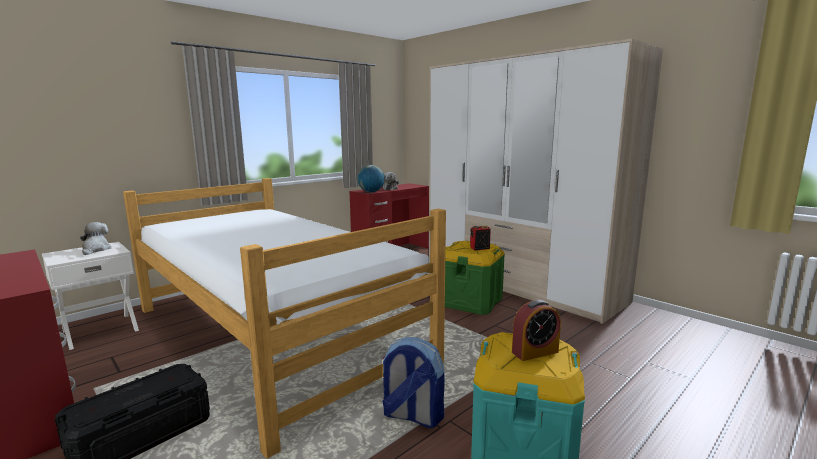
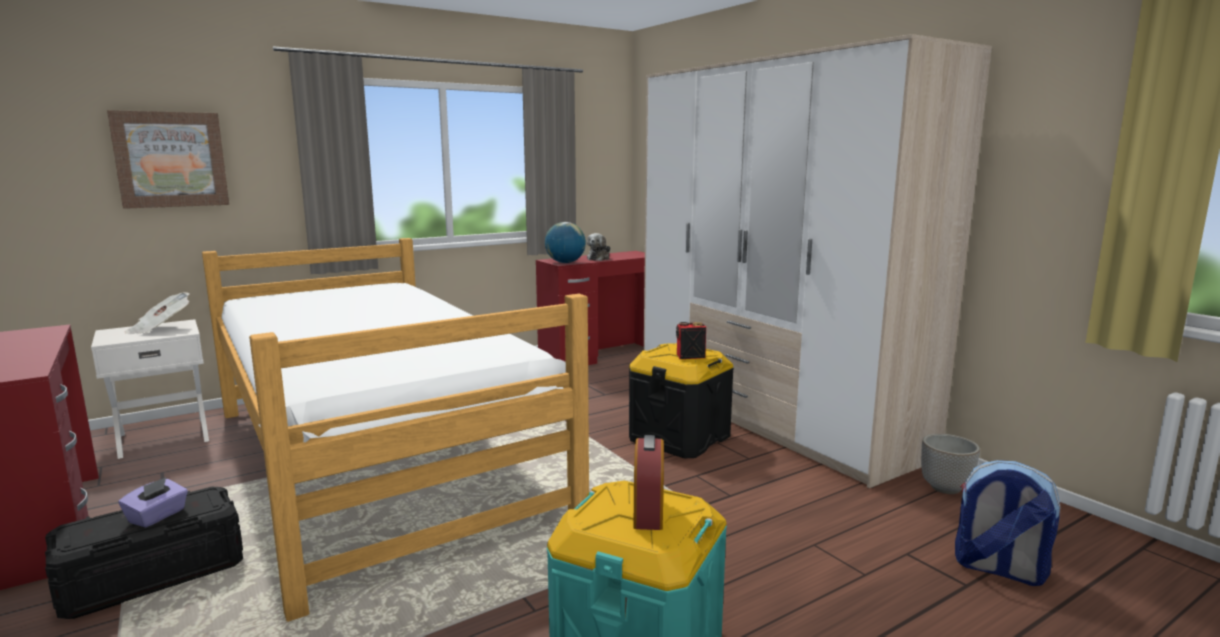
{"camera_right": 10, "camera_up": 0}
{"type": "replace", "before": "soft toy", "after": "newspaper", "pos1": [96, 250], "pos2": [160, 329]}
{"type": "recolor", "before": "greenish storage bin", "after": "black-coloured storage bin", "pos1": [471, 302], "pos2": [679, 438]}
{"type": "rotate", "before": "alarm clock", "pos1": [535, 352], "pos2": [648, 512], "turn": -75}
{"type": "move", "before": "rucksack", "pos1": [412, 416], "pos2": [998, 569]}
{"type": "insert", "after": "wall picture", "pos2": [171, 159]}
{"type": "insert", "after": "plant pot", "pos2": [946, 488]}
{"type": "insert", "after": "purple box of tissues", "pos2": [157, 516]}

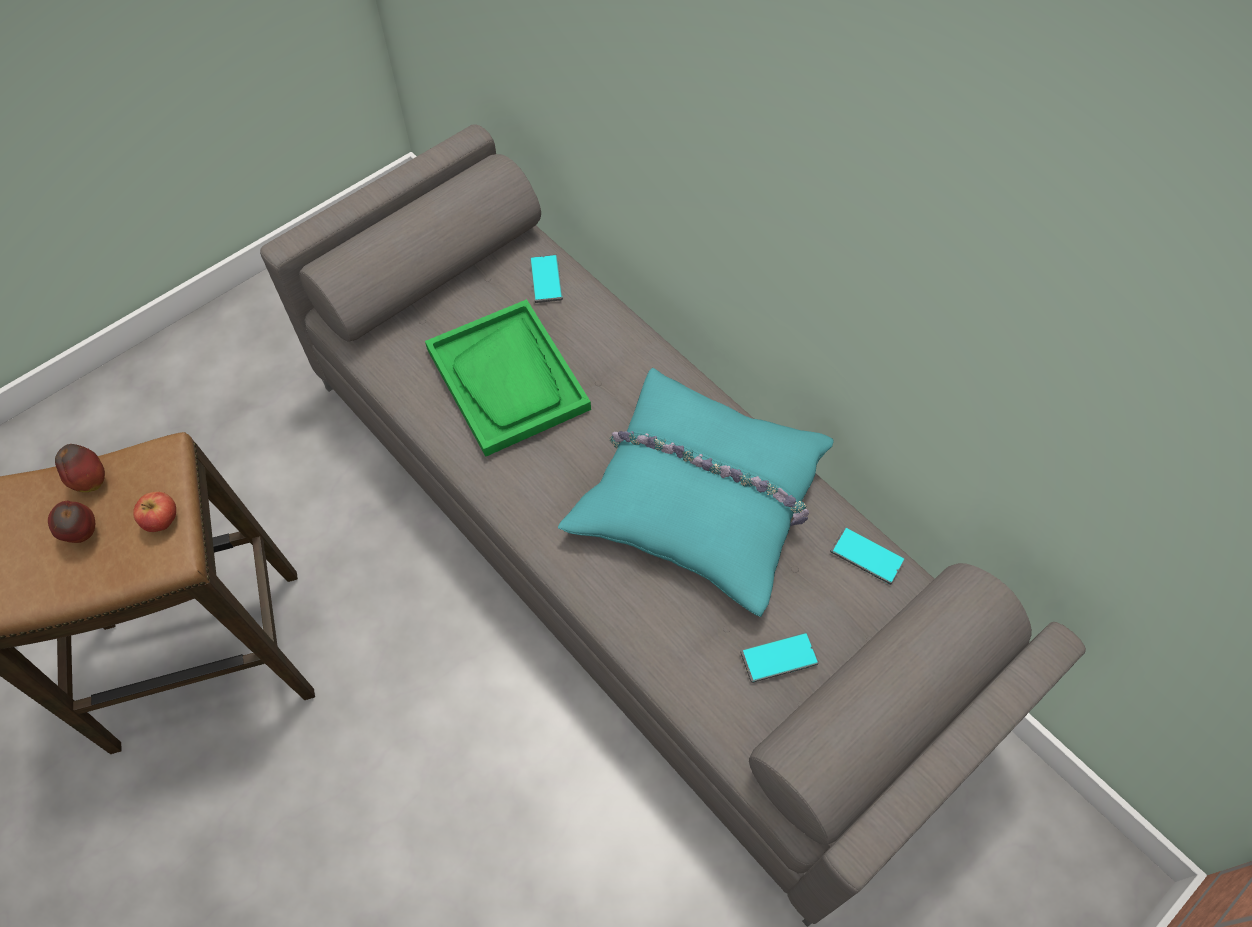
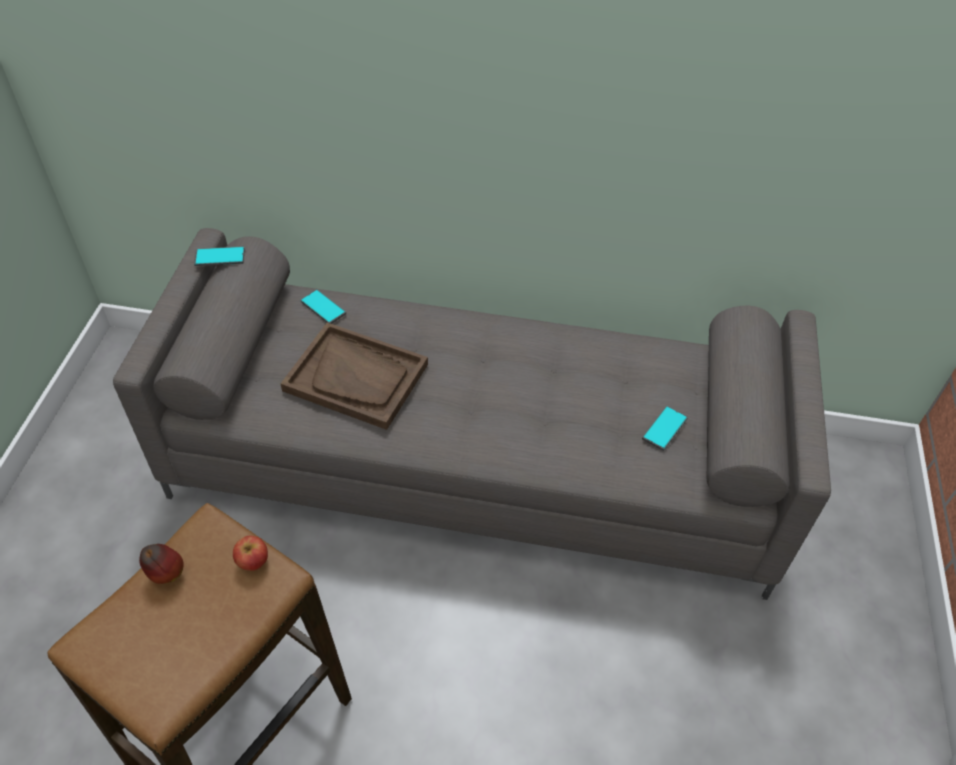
{"camera_right": -40, "camera_up": -10}
{"type": "recolor", "before": "greenish serving tray", "after": "brown serving tray", "pos1": [508, 379], "pos2": [356, 377]}
{"type": "delete", "before": "blue-green cushion", "pos1": [700, 497]}
{"type": "delete", "before": "apple", "pos1": [83, 534]}
{"type": "move", "before": "handset", "pos1": [867, 556], "pos2": [219, 257]}

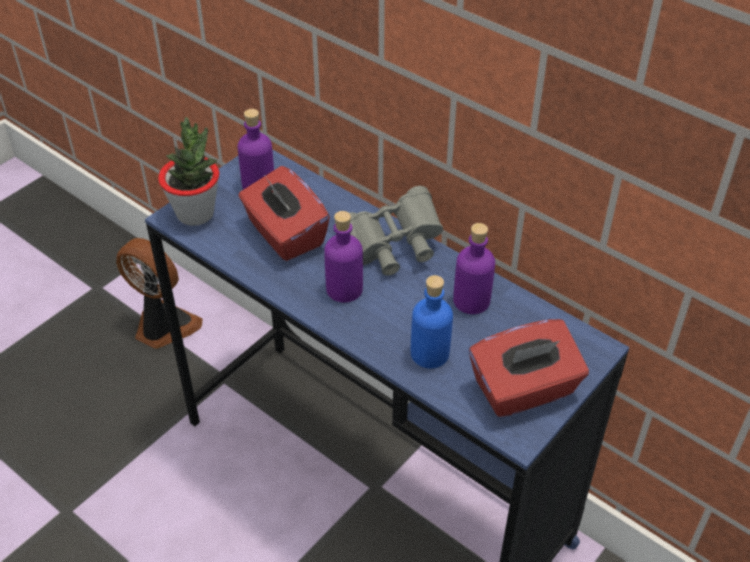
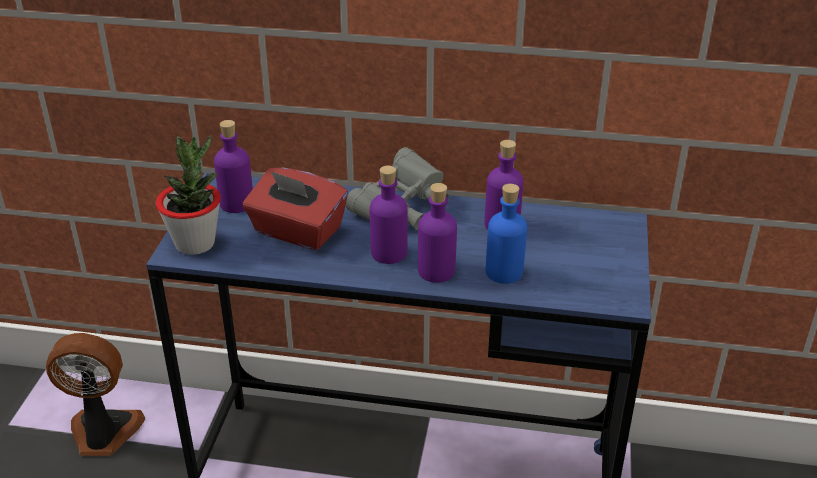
{"camera_right": -30, "camera_up": -10}
{"type": "delete", "before": "red box of tissues", "pos1": [524, 390]}
{"type": "insert", "after": "purple drink bottle", "pos2": [436, 271]}

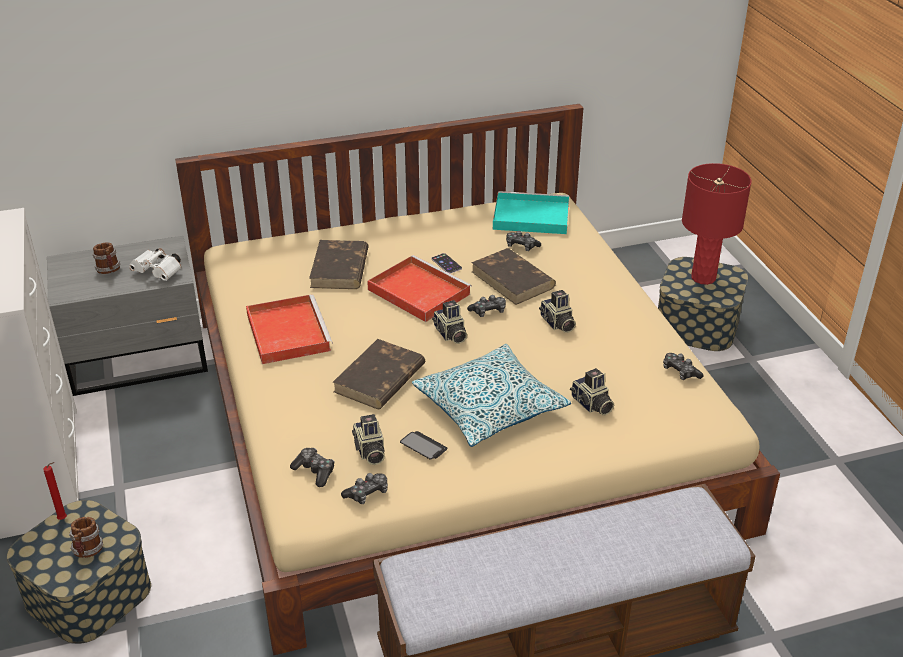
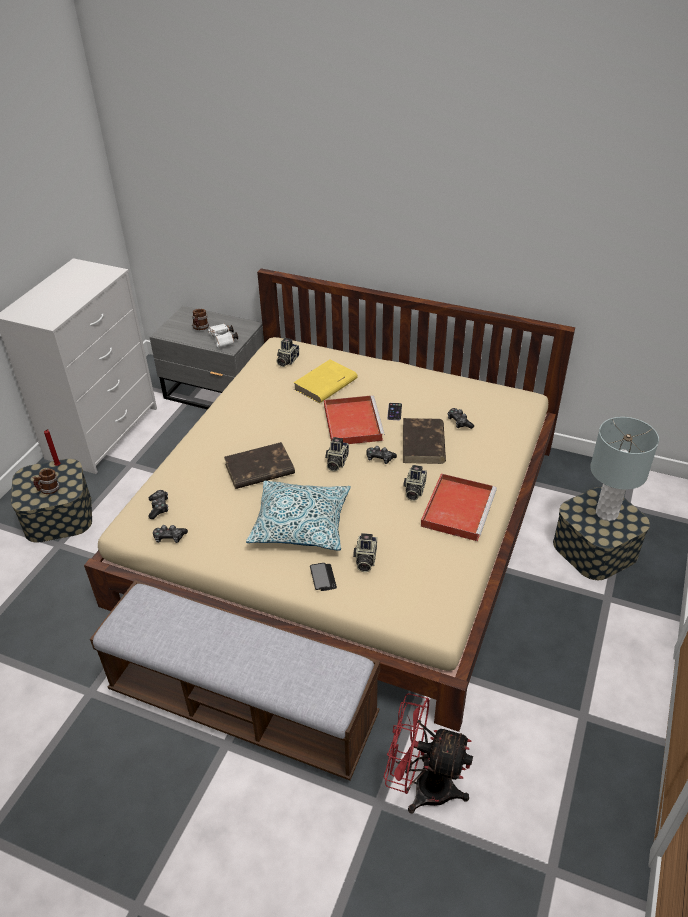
{"camera_right": 40, "camera_up": 5}
{"type": "recolor", "before": "red table lamp", "after": "gray table lamp", "pos1": [703, 277], "pos2": [607, 513]}
{"type": "delete", "before": "blue-green serving tray", "pos1": [529, 216]}
{"type": "recolor", "before": "brown volume", "after": "yellowish volume", "pos1": [339, 269], "pos2": [325, 384]}
{"type": "move", "before": "red serving tray", "pos1": [287, 331], "pos2": [458, 508]}
{"type": "delete", "before": "joypad", "pos1": [680, 372]}
{"type": "move", "before": "still camera", "pos1": [369, 451], "pos2": [287, 360]}
{"type": "move", "before": "handset", "pos1": [423, 446], "pos2": [323, 577]}
{"type": "insert", "after": "red electric fan", "pos2": [422, 785]}

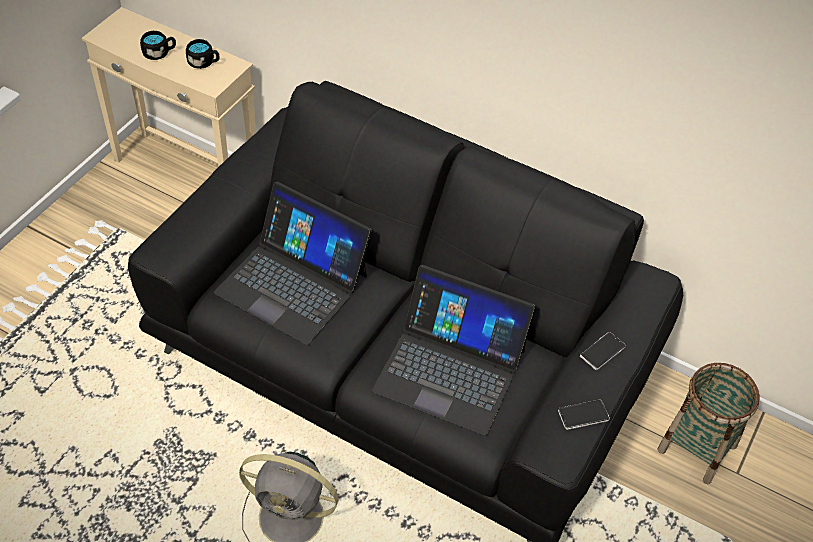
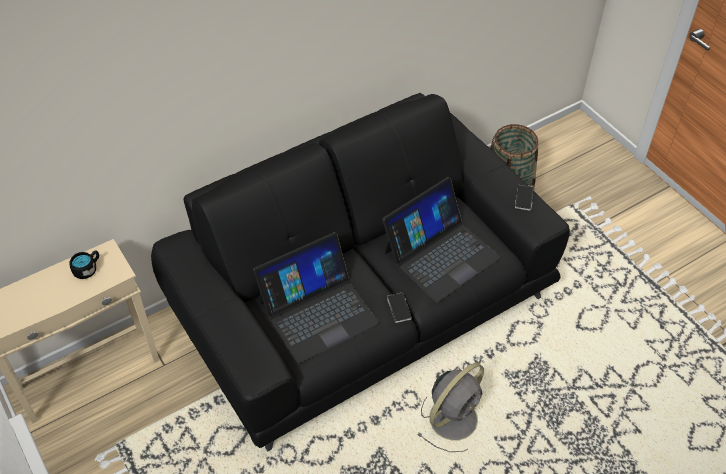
{"camera_right": -60, "camera_up": 0}
{"type": "delete", "before": "black-coloured mug", "pos1": [159, 53]}
{"type": "move", "before": "handset", "pos1": [602, 351], "pos2": [399, 308]}

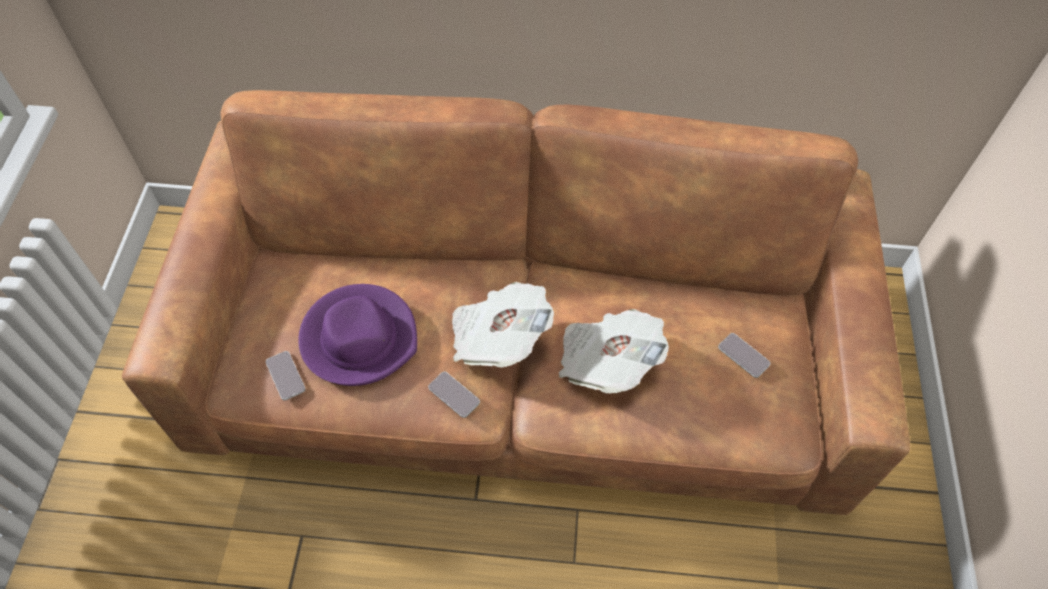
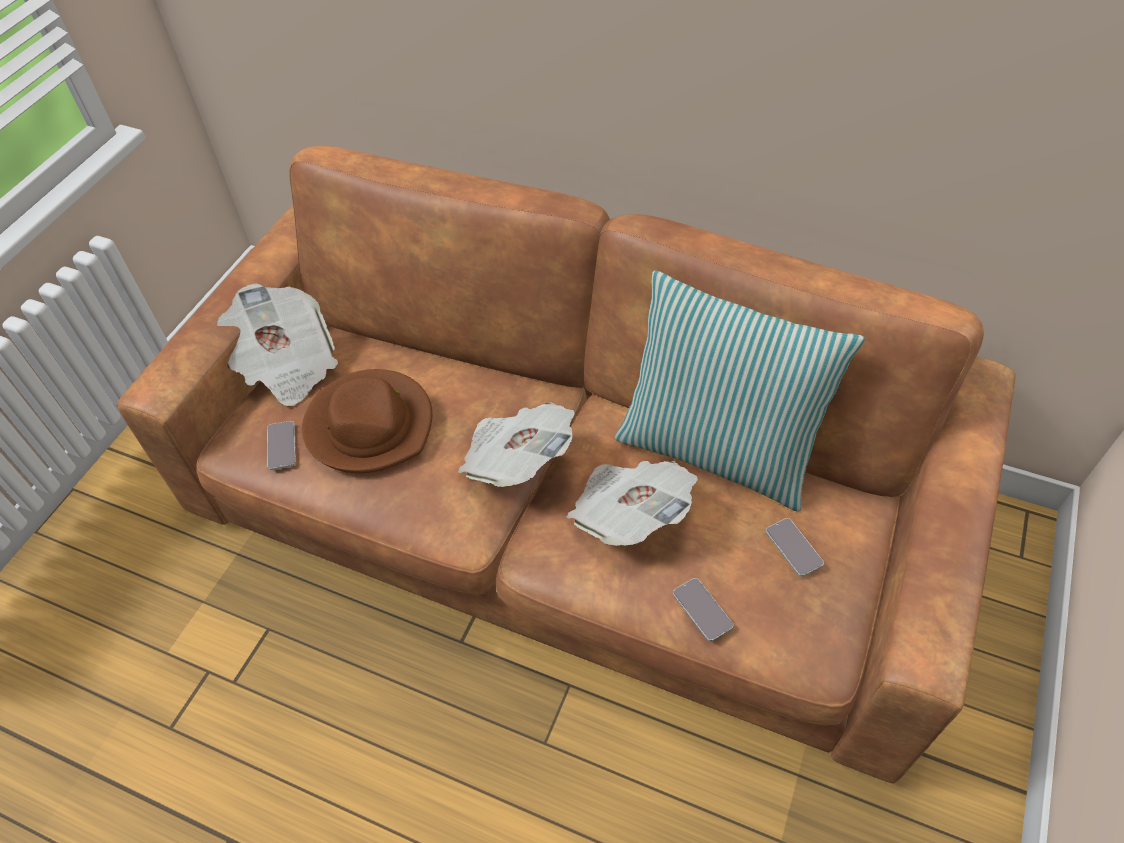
{"camera_right": 20, "camera_up": -5}
{"type": "recolor", "before": "purple hat", "after": "brown hat", "pos1": [359, 337], "pos2": [370, 425]}
{"type": "move", "before": "handset", "pos1": [454, 395], "pos2": [702, 610]}
{"type": "insert", "after": "cushion", "pos2": [717, 450]}
{"type": "insert", "after": "newspaper", "pos2": [286, 364]}

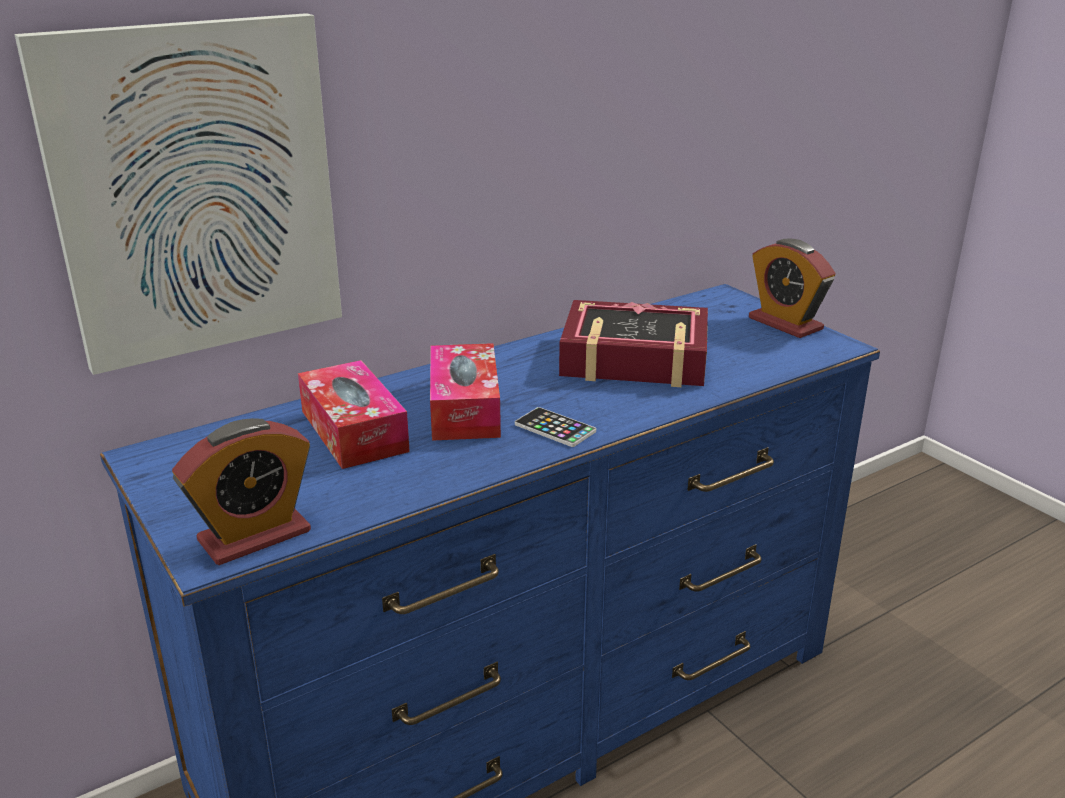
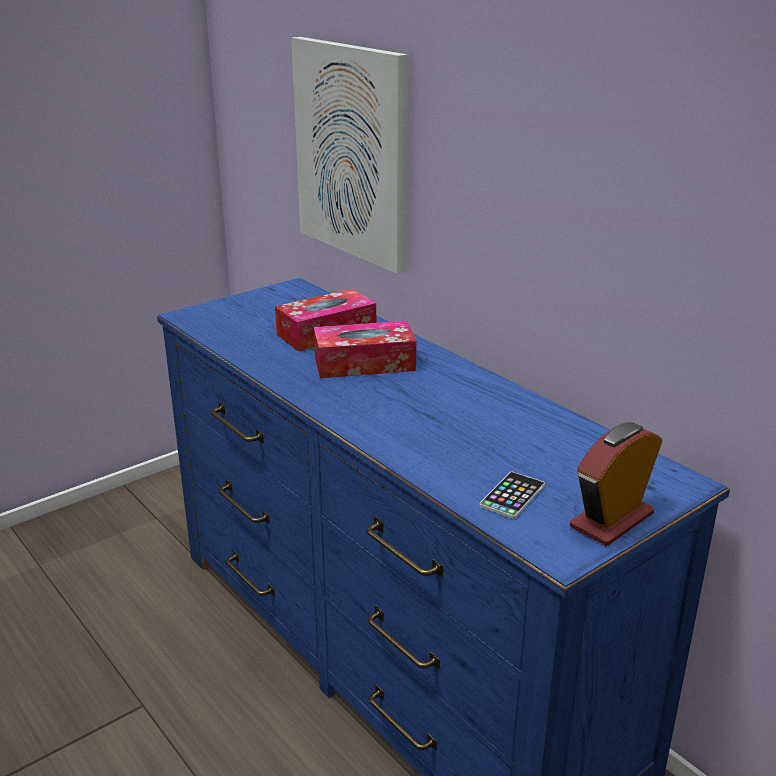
{"camera_right": 85, "camera_up": 0}
{"type": "delete", "before": "volume", "pos1": [634, 359]}
{"type": "move", "before": "handset", "pos1": [555, 428], "pos2": [512, 496]}
{"type": "delete", "before": "alarm clock", "pos1": [254, 536]}

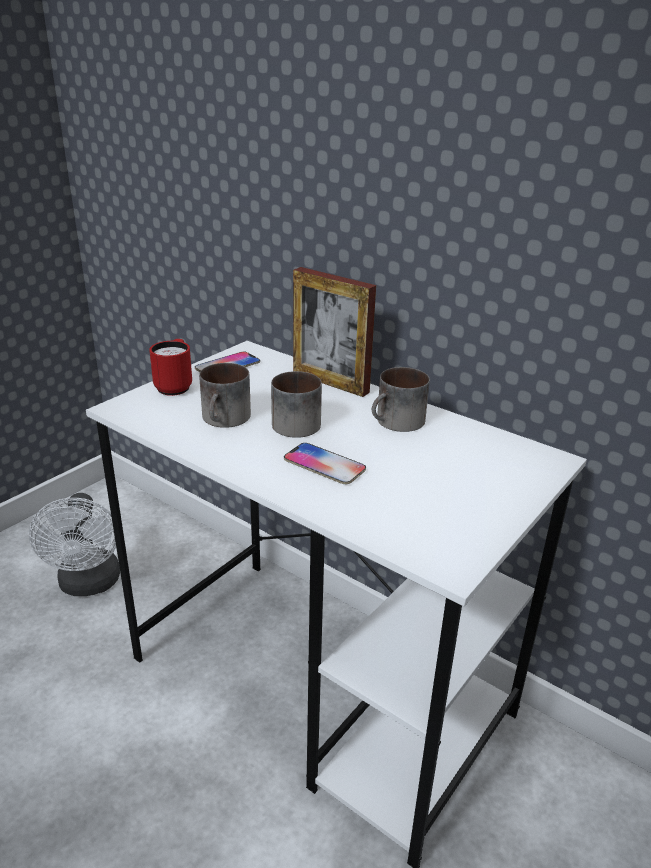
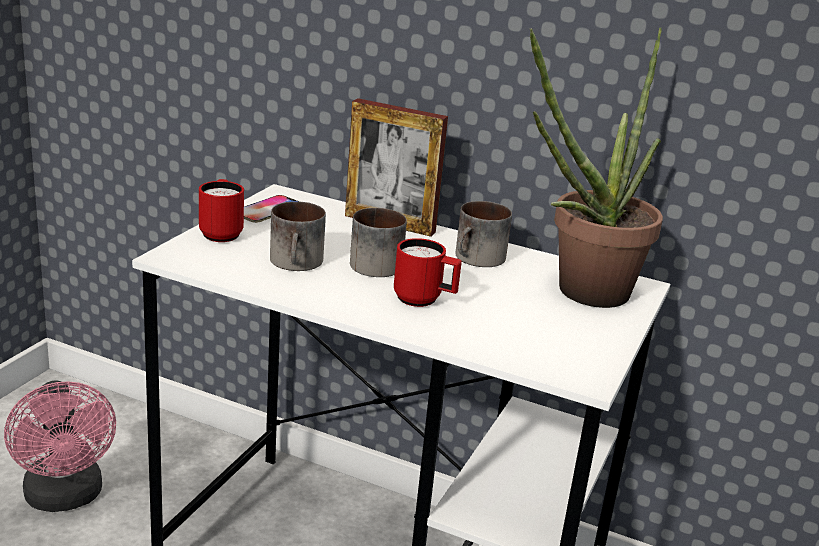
{"camera_right": -15, "camera_up": -5}
{"type": "replace", "before": "handset", "after": "red mug", "pos1": [324, 464], "pos2": [424, 300]}
{"type": "recolor", "before": "white electric fan", "after": "pink-coloured electric fan", "pos1": [89, 585], "pos2": [65, 498]}
{"type": "insert", "after": "potted plant", "pos2": [580, 294]}

